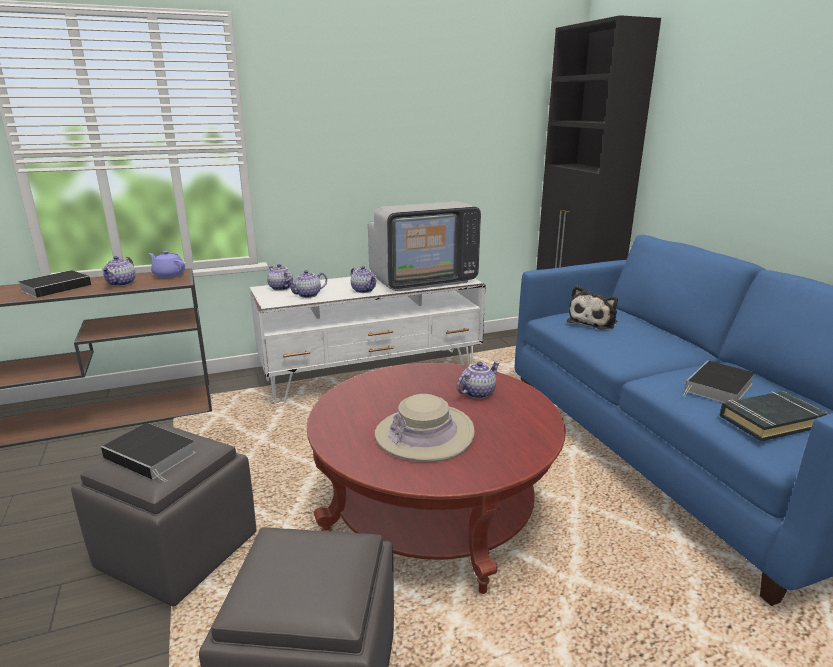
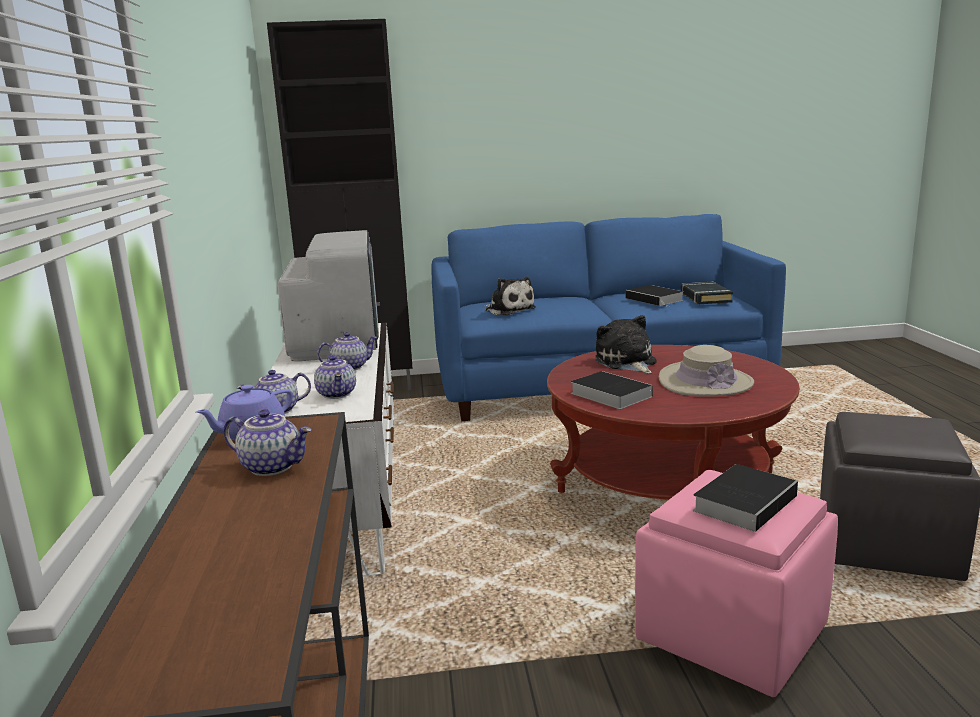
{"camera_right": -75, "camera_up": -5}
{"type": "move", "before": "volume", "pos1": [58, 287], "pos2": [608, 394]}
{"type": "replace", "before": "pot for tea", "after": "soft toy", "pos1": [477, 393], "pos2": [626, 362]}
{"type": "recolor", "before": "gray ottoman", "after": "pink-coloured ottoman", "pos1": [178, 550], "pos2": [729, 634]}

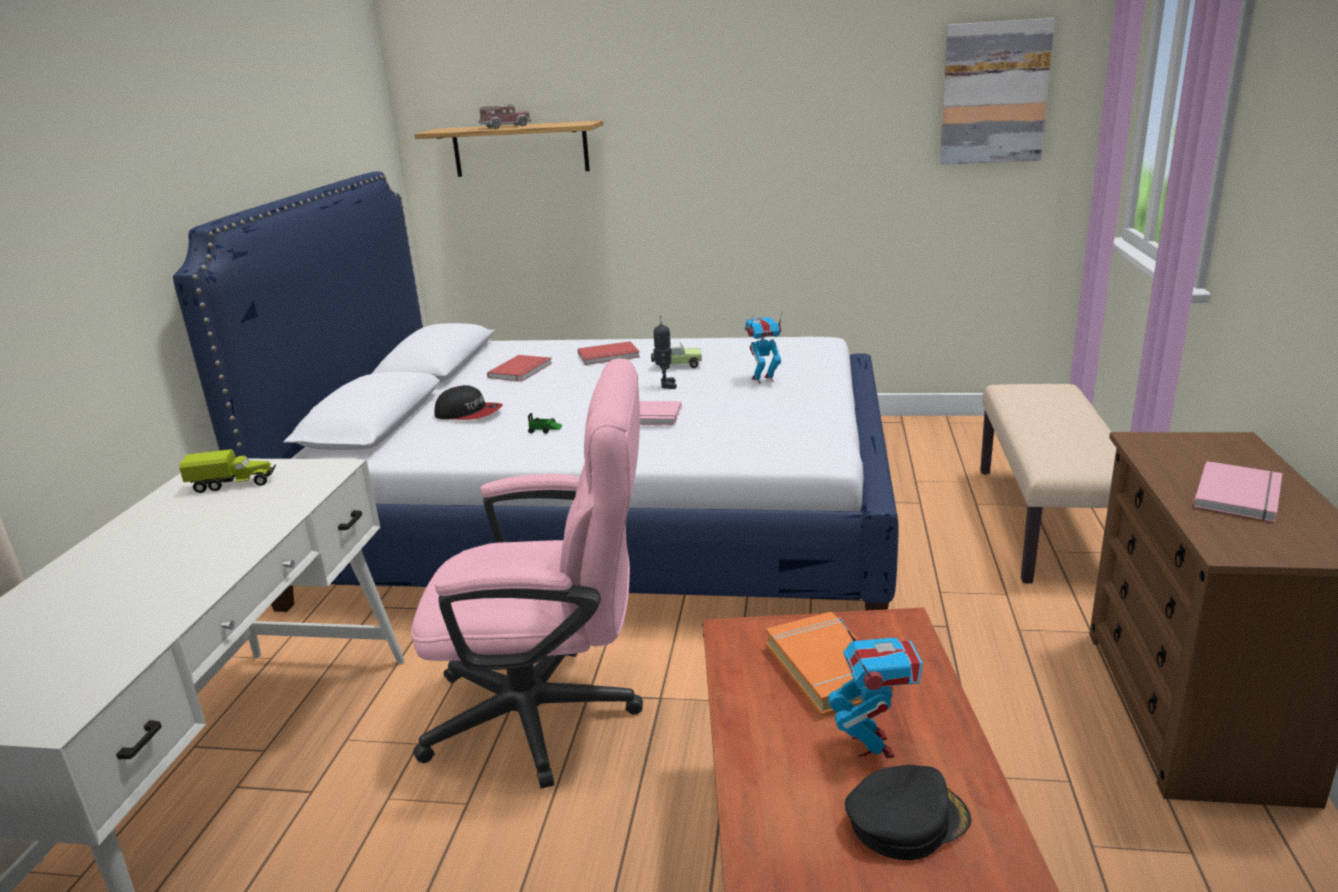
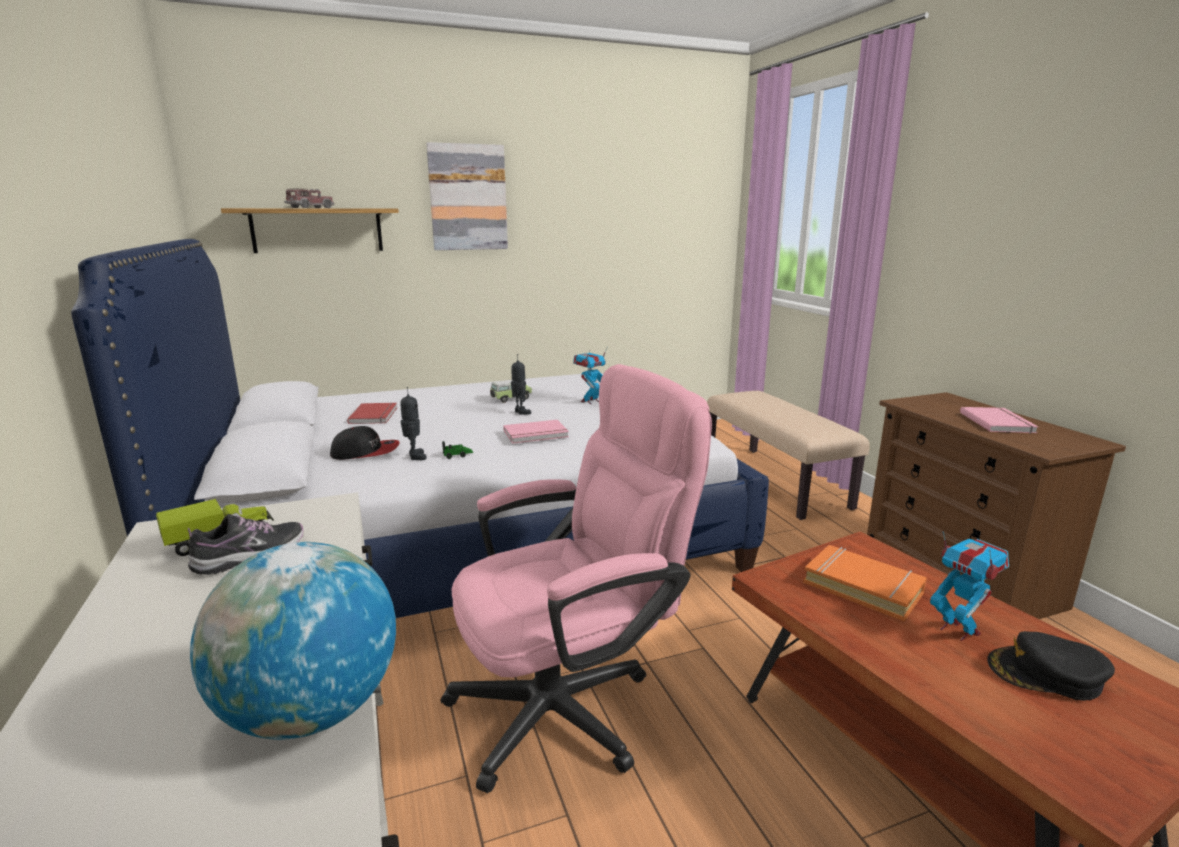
{"camera_right": -30, "camera_up": -5}
{"type": "move", "before": "wall picture", "pos1": [994, 93], "pos2": [468, 198]}
{"type": "delete", "before": "red volume", "pos1": [609, 356]}
{"type": "rotate", "before": "black-coloured baseball cap", "pos1": [906, 819], "pos2": [1046, 674], "turn": -120}
{"type": "insert", "after": "robot figure", "pos2": [414, 457]}
{"type": "insert", "after": "low shoe", "pos2": [251, 555]}
{"type": "insert", "after": "desk globe", "pos2": [311, 711]}

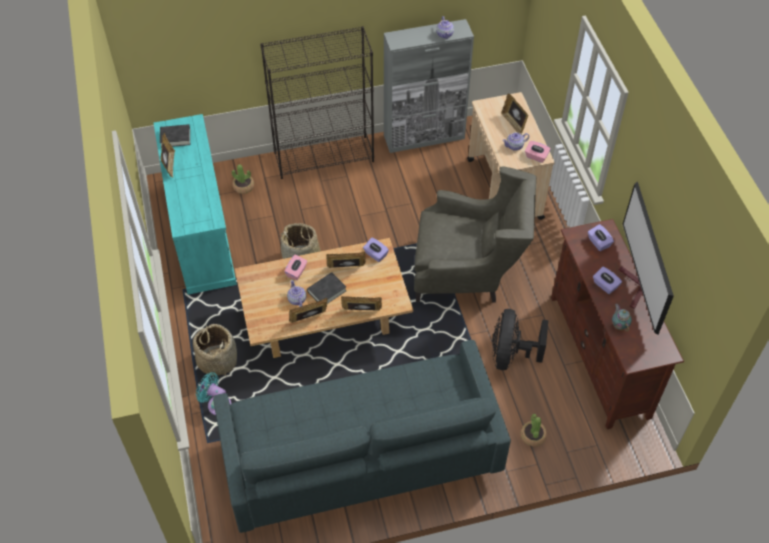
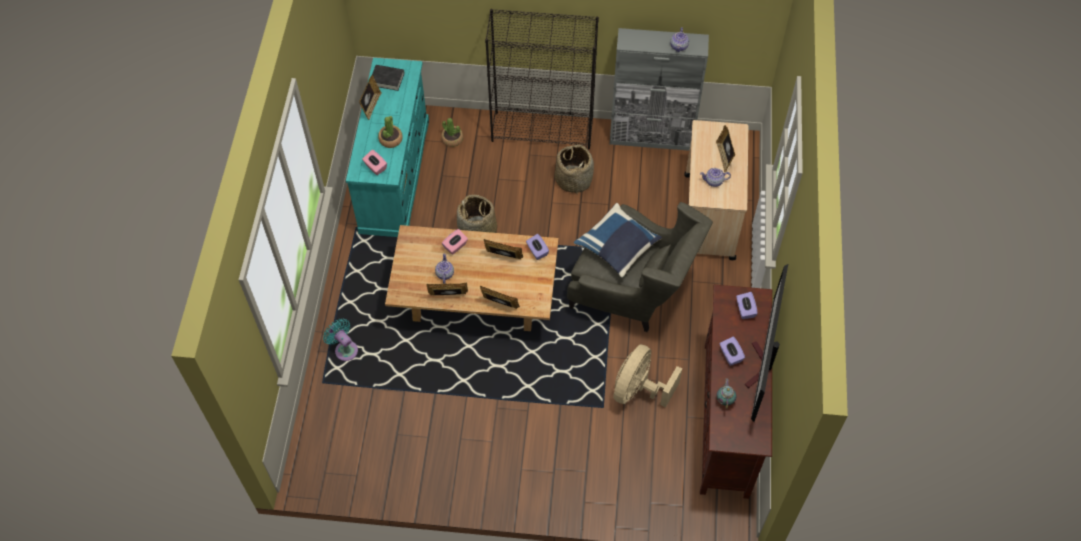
{"camera_right": 20, "camera_up": 5}
{"type": "move", "before": "pink-coloured box of tissues", "pos1": [536, 157], "pos2": [375, 167]}
{"type": "delete", "before": "black-coloured volume", "pos1": [326, 291]}
{"type": "recolor", "before": "black-coloured electric fan", "after": "beige electric fan", "pos1": [511, 355], "pos2": [639, 390]}
{"type": "move", "before": "household basket", "pos1": [217, 361], "pos2": [573, 179]}
{"type": "delete", "before": "gray settee", "pos1": [360, 458]}
{"type": "move", "before": "potted plant", "pos1": [532, 436], "pos2": [390, 139]}
{"type": "insert", "after": "blue-coloured cushion", "pos2": [617, 247]}

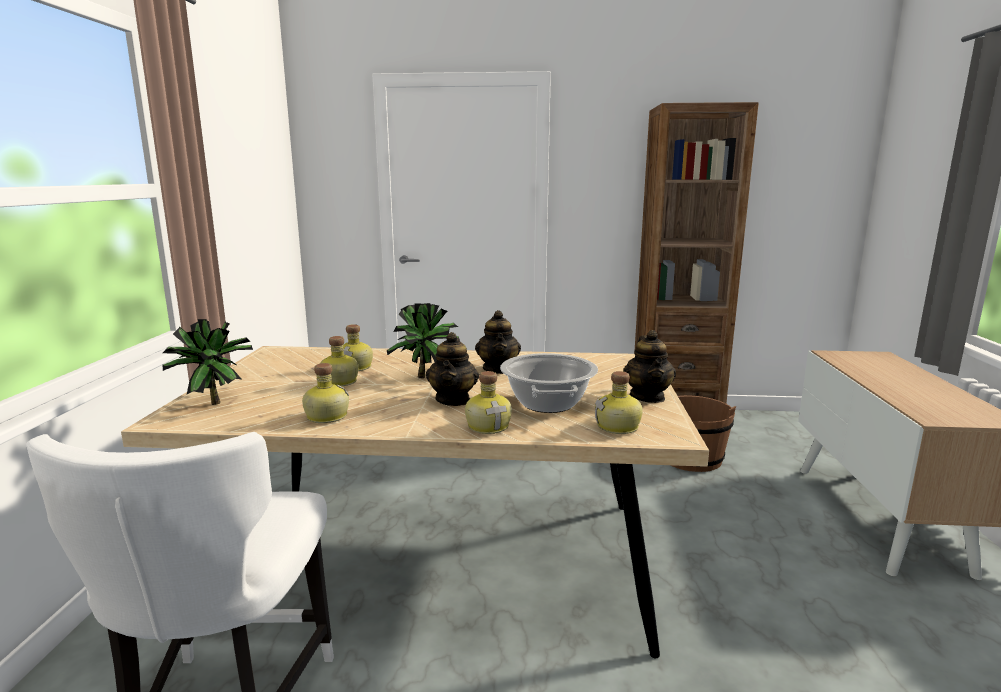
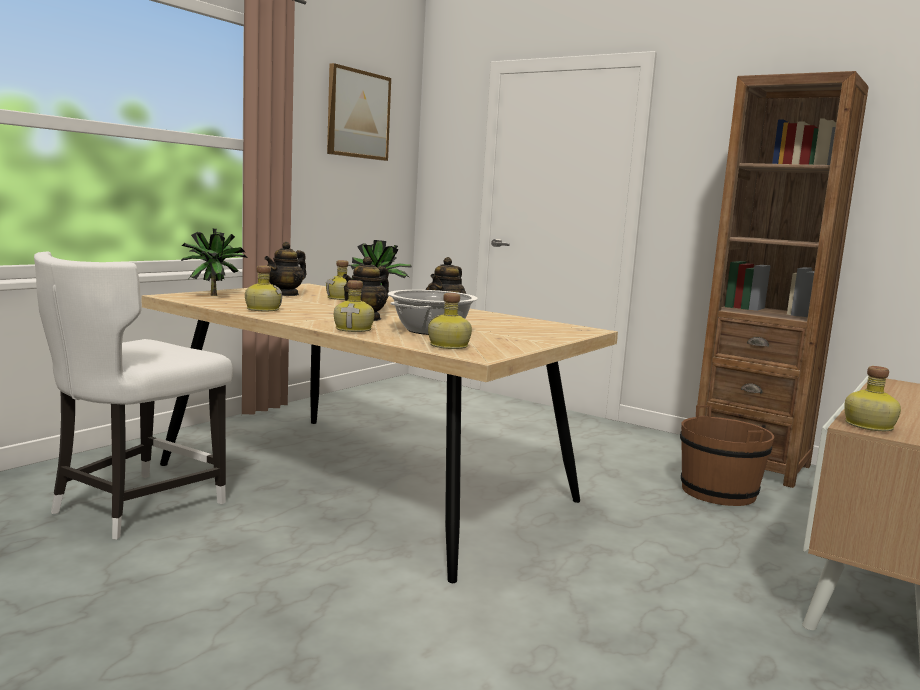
{"camera_right": 30, "camera_up": -5}
{"type": "move", "before": "pot for tea", "pos1": [648, 397], "pos2": [286, 294]}
{"type": "move", "before": "drink bottle", "pos1": [338, 382], "pos2": [867, 426]}
{"type": "insert", "after": "wall picture", "pos2": [357, 114]}

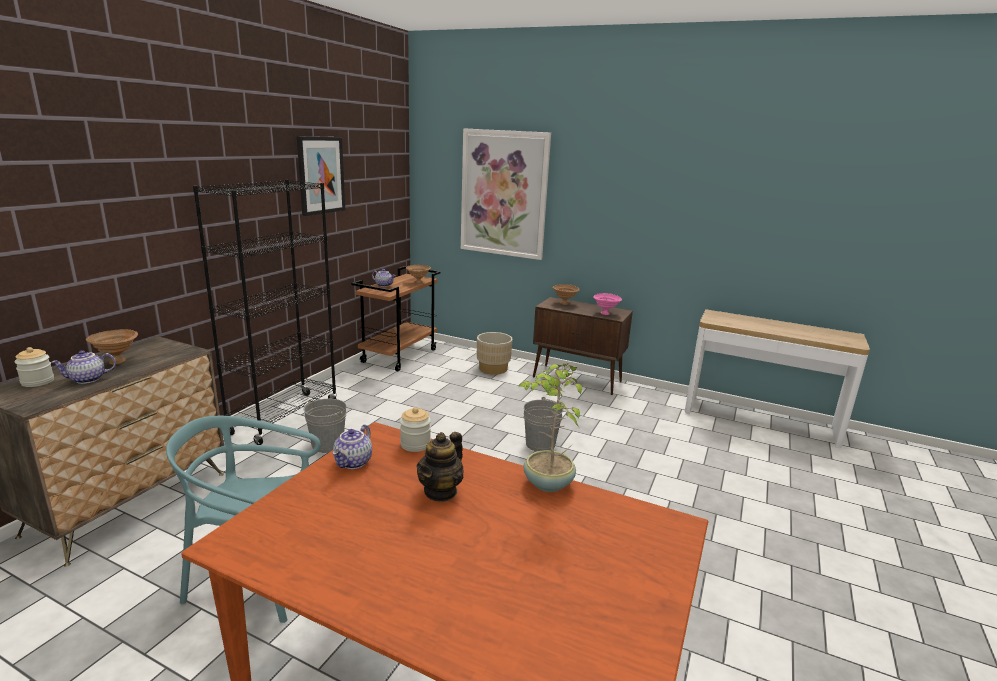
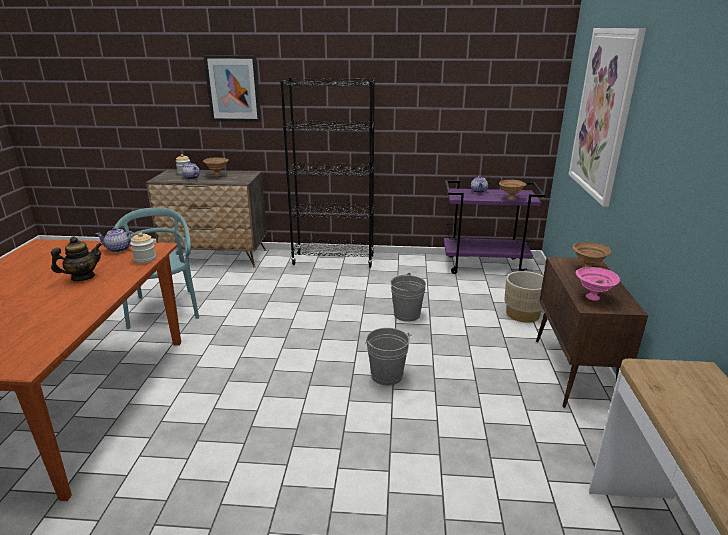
{"camera_right": 70, "camera_up": 5}
{"type": "move", "before": "wall picture", "pos1": [321, 175], "pos2": [233, 88]}
{"type": "recolor", "before": "brown wheeled cart", "after": "purple wheeled cart", "pos1": [399, 355], "pos2": [485, 265]}
{"type": "delete", "before": "potted plant", "pos1": [547, 484]}
{"type": "move", "before": "gray pail", "pos1": [327, 445], "pos2": [407, 314]}
{"type": "rotate", "before": "pot for tea", "pos1": [441, 491], "pos2": [83, 277], "turn": 135}

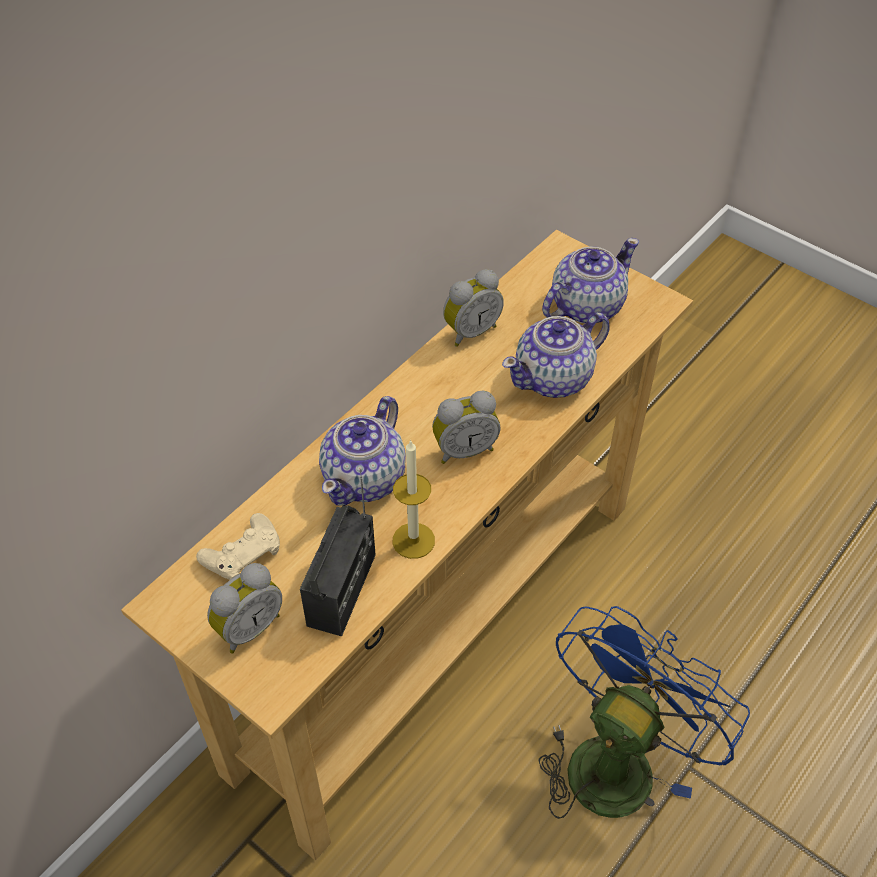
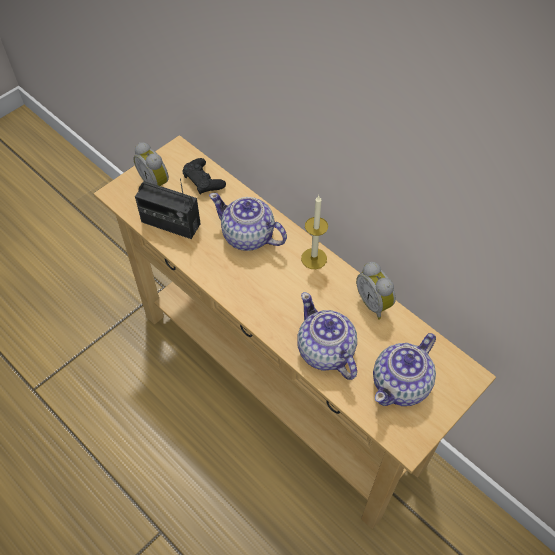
{"camera_right": 95, "camera_up": 5}
{"type": "rotate", "before": "pot for tea", "pos1": [585, 306], "pos2": [401, 384], "turn": 75}
{"type": "delete", "before": "alarm clock", "pos1": [464, 449]}
{"type": "move", "before": "wax light", "pos1": [413, 540], "pos2": [314, 258]}
{"type": "recolor", "before": "beige joypad", "after": "black-coloured joypad", "pos1": [243, 554], "pos2": [203, 180]}
{"type": "delete", "before": "blue-coloured electric fan", "pos1": [617, 758]}

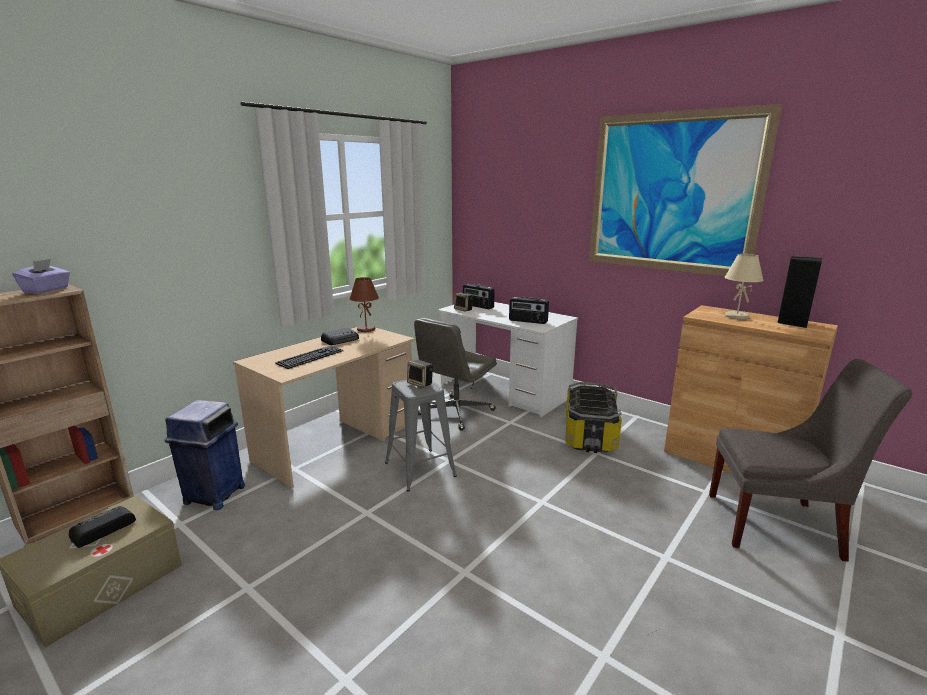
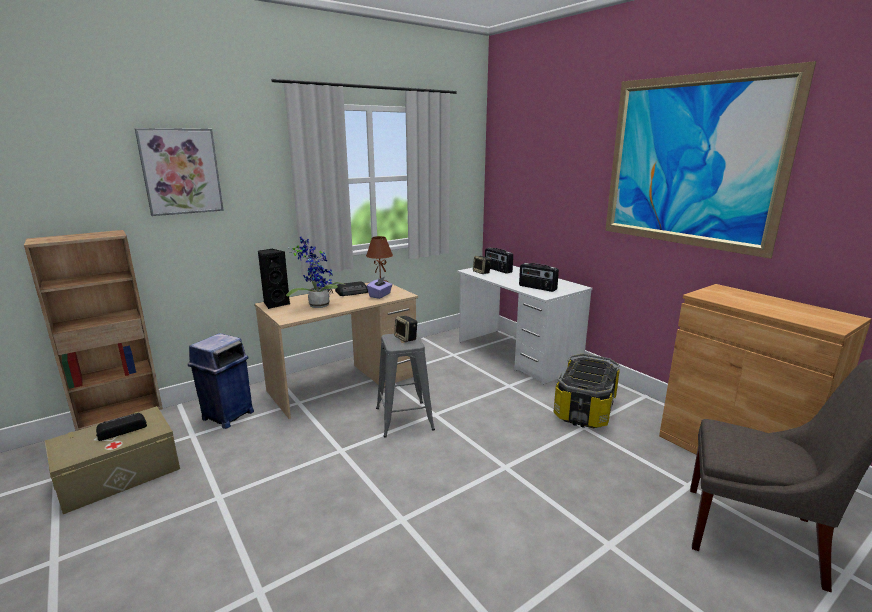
{"camera_right": 15, "camera_up": 0}
{"type": "delete", "before": "beige table lamp", "pos1": [736, 316]}
{"type": "move", "before": "black-coloured speaker", "pos1": [792, 322], "pos2": [275, 304]}
{"type": "move", "before": "purple box of tissues", "pos1": [46, 290], "pos2": [380, 295]}
{"type": "delete", "before": "gray computer chair", "pos1": [455, 413]}
{"type": "replace", "before": "PC keyboard", "after": "potted plant", "pos1": [310, 357], "pos2": [317, 305]}
{"type": "insert", "after": "wall picture", "pos2": [181, 171]}

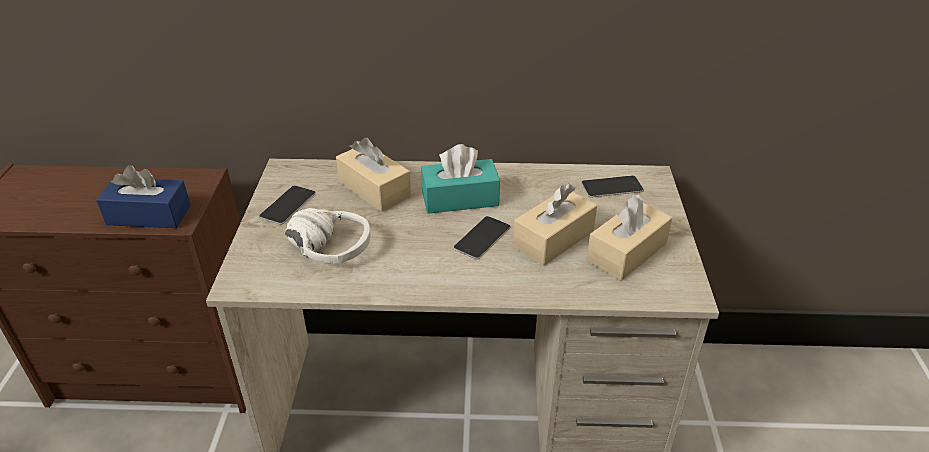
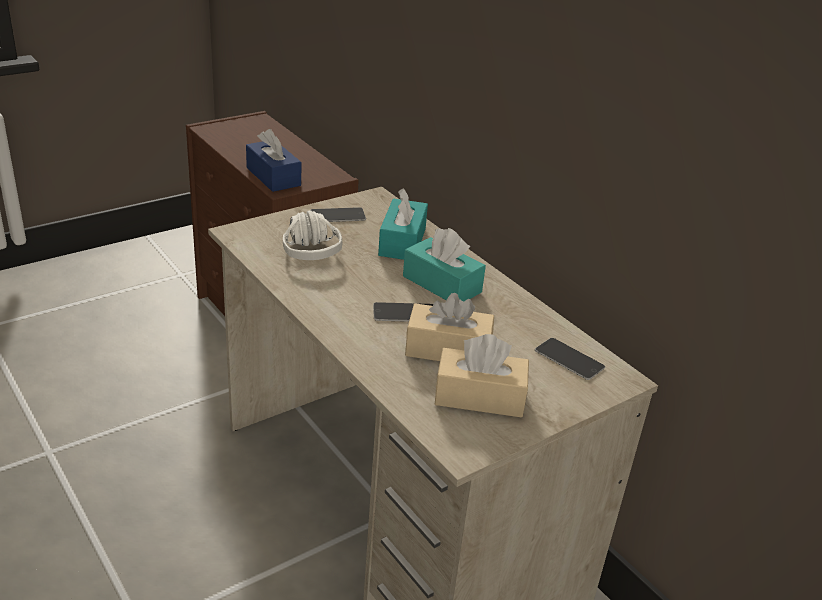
{"camera_right": 50, "camera_up": -5}
{"type": "recolor", "before": "beige box of tissues", "after": "blue-green box of tissues", "pos1": [374, 189], "pos2": [402, 242]}

